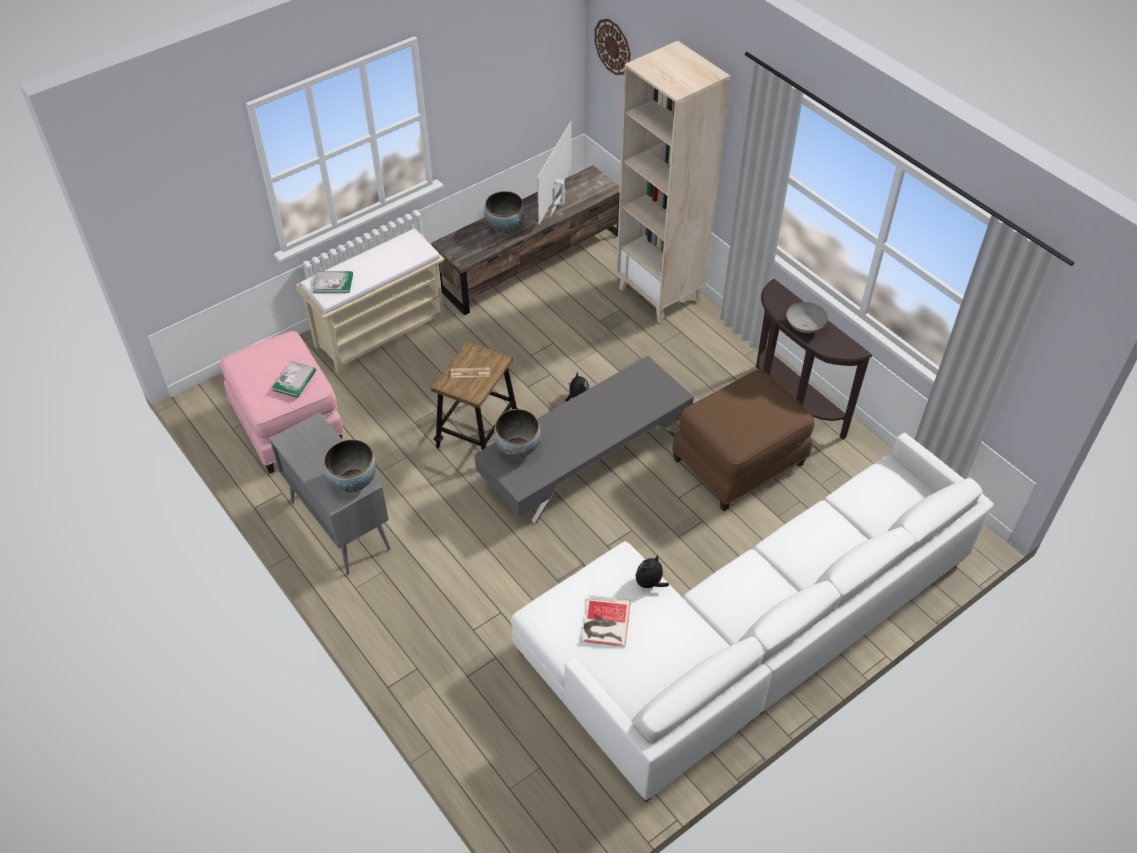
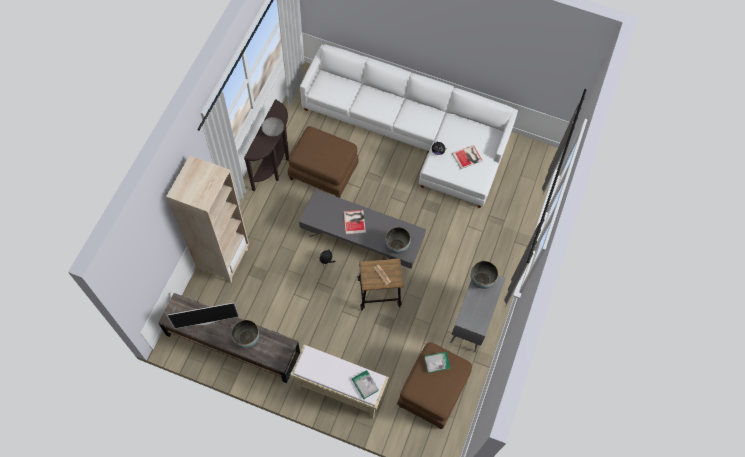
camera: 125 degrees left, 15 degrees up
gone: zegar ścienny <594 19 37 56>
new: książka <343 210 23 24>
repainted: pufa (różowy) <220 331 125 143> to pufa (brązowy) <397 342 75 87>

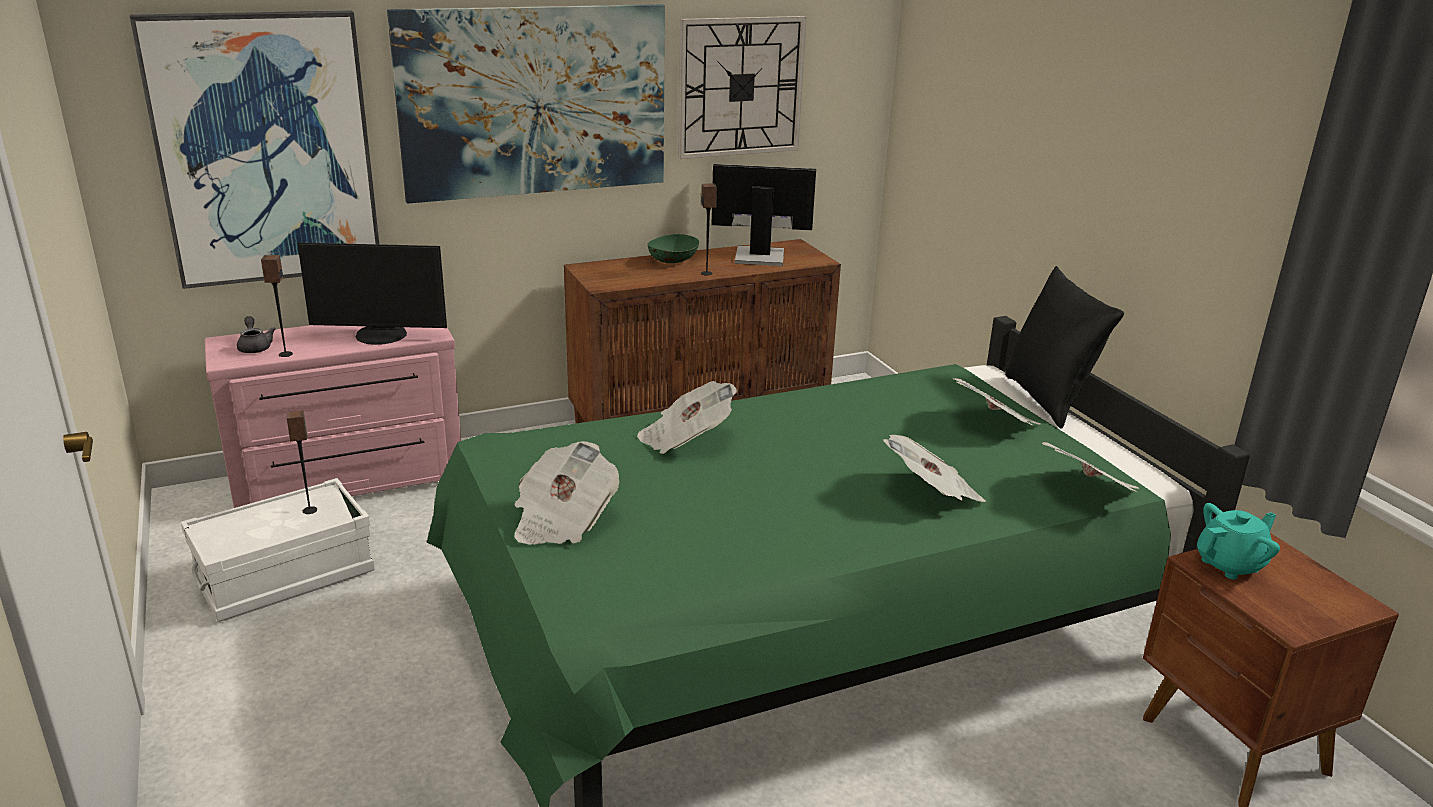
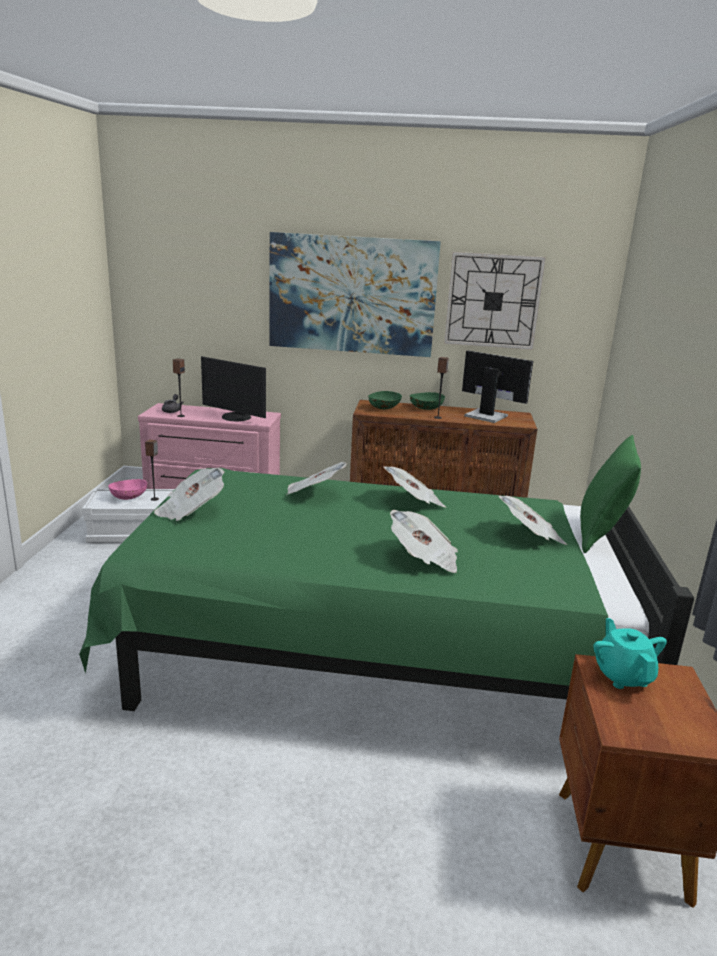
camera: 30 degrees right, 5 degrees down
gone: obraz <130 10 249 279>
new: miska (zielony) <368 391 34 18>; miska (różowy) <108 479 39 21>
shifted: gazeta <1042 442 97 50> to <383 466 63 41>
repainted: poduszka (czarny) <1005 266 119 163> to poduszka (zielony) <580 435 61 118>
rotated: imbryk (turkusowy) <1197 503 83 77> = <593 618 74 71> 105 degrees counterclockwise

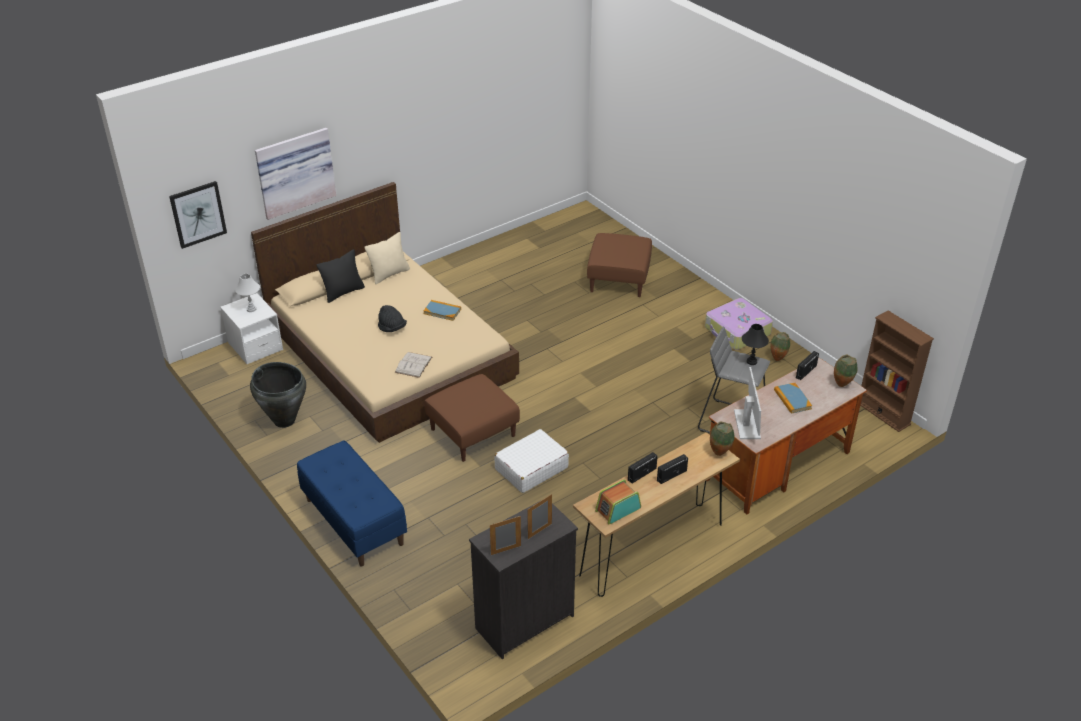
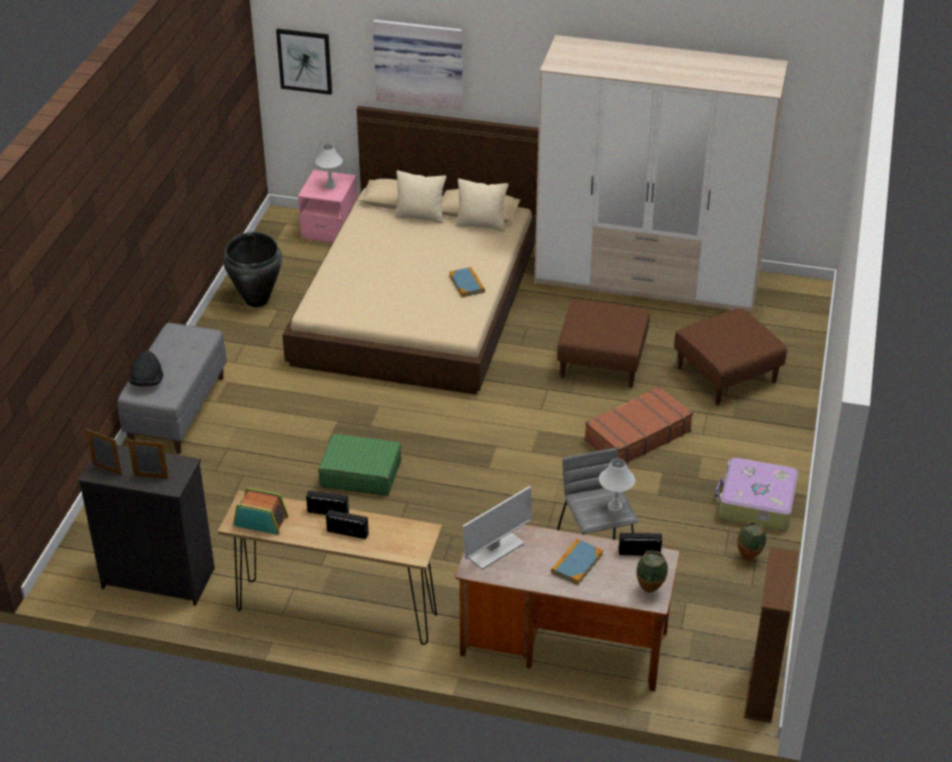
camera: 50 degrees right, 0 degrees up
gone: książka (biały) <395 352 37 26>; wazon <710 421 24 35>
new: szafa <534 35 254 279>; walizka (brązowy) <585 386 108 78>
shifted: kapelusz (czarny) <378 305 29 27> to <129 351 34 36>; pufa (brązowy) <424 374 96 88> to <557 300 93 88>
repainted: poduszka (czarny) <316 249 49 54> to poduszka (beżowy) <394 170 52 53>; szafka nocna (biały) <220 293 63 71> to szafka nocna (różowy) <298 170 59 73>; lampa stołowa (czarny) <742 324 27 41> to lampa stołowa (biały) <599 459 36 54>; walizka (biały) <494 429 75 64> to walizka (zielony) <318 434 83 62>; ławka (niebieski) <297 440 110 127> to ławka (szary) <118 323 109 131>

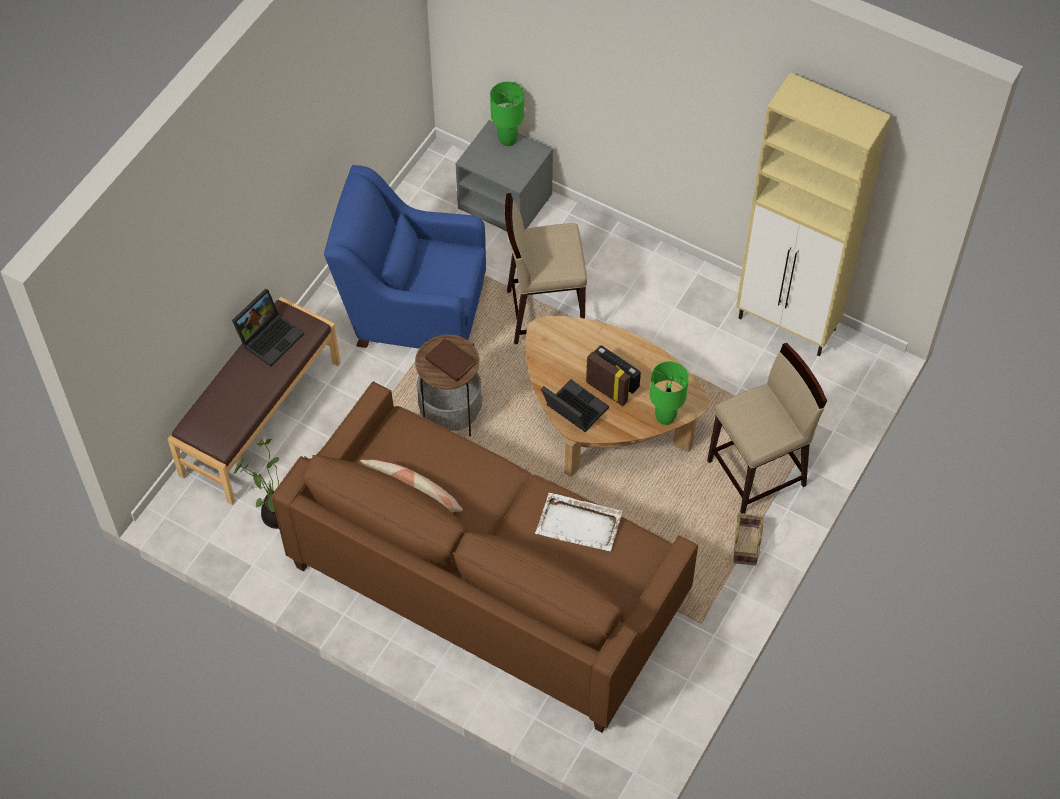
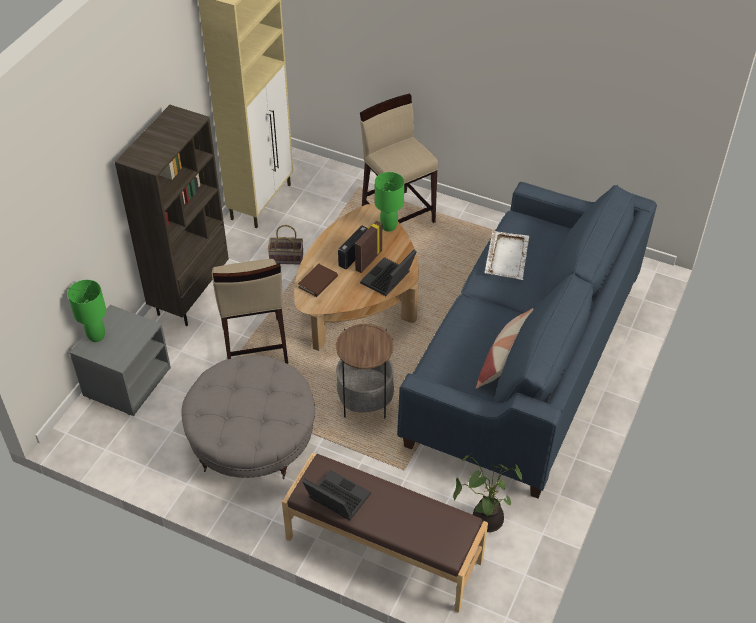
camera: 95 degrees left, 10 degrees down
new: regał (brązowy) <115 105 114 221>
shifted: książka (brązowy) <425 338 50 44> to <298 264 40 33>; koszyk <733 513 30 52> to <268 225 35 40>
swapped: fotel (niebieski) <324 165 162 184> to pufa (szary) <181 355 134 124>
repainted: kanapa (brązowy) <272 381 426 352> to kanapa (niebieski) <397 182 260 316>

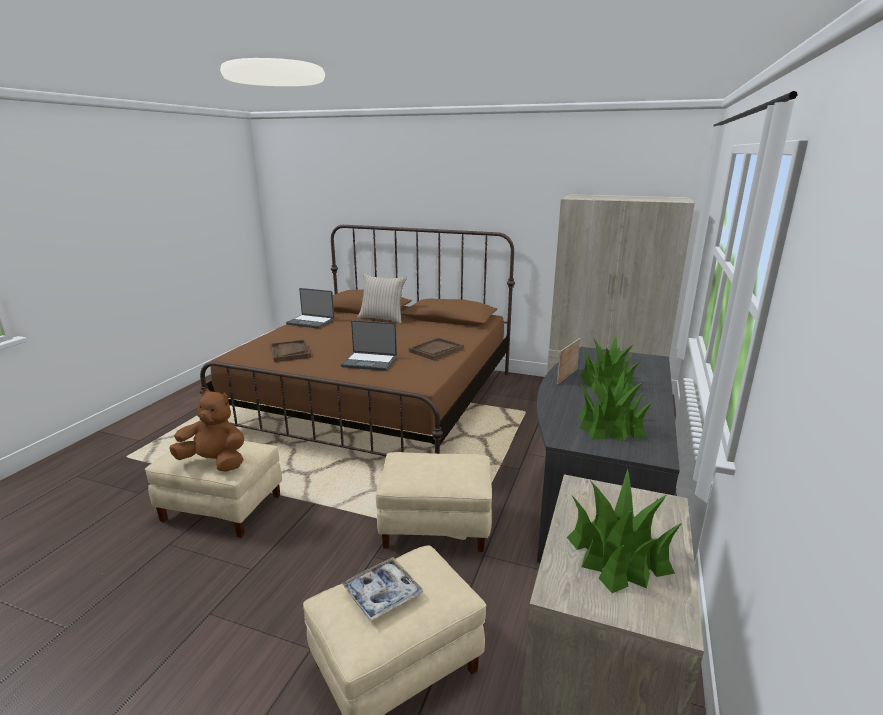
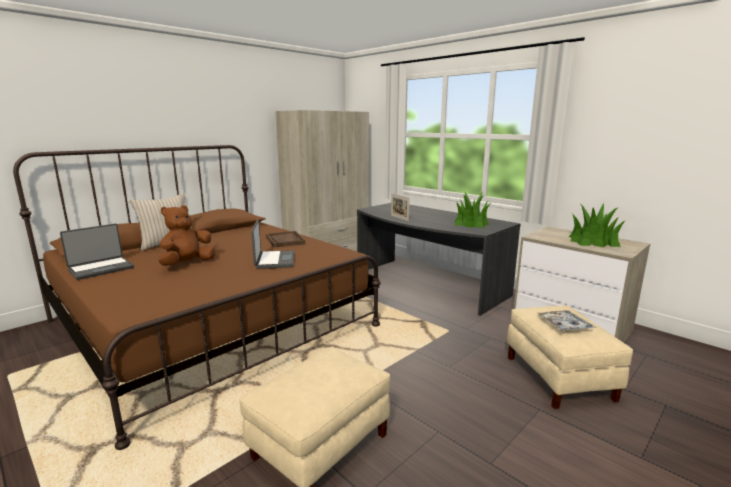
camera: 65 degrees left, 5 degrees down
gone: roślina doniczkowa <580 335 60 58>; taca (brązowy) <270 339 41 23>; pufa (beżowy) <376 452 116 100>
shifted: pluszak (brązowy) <169 389 75 83> to <159 205 56 61>
rotated: laptop <341 320 56 51> = <251 220 44 49> 45 degrees counterclockwise

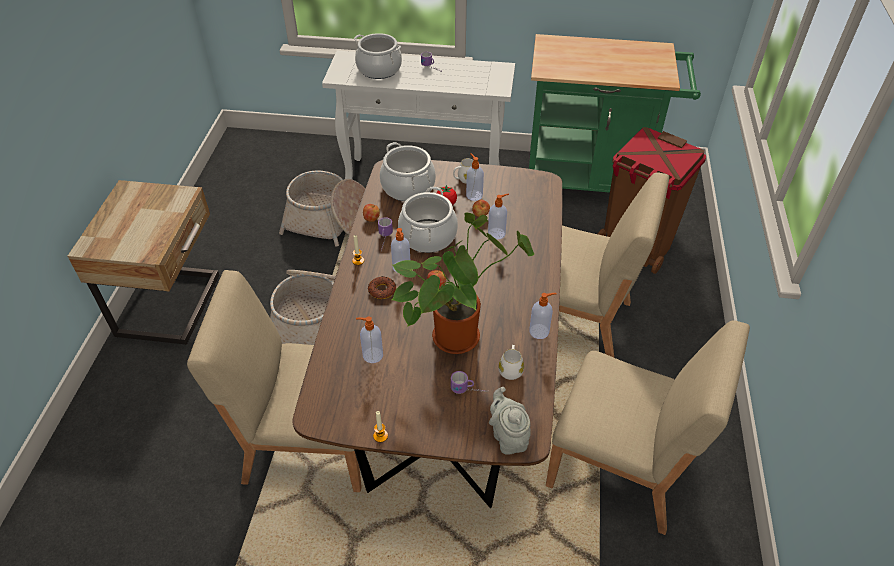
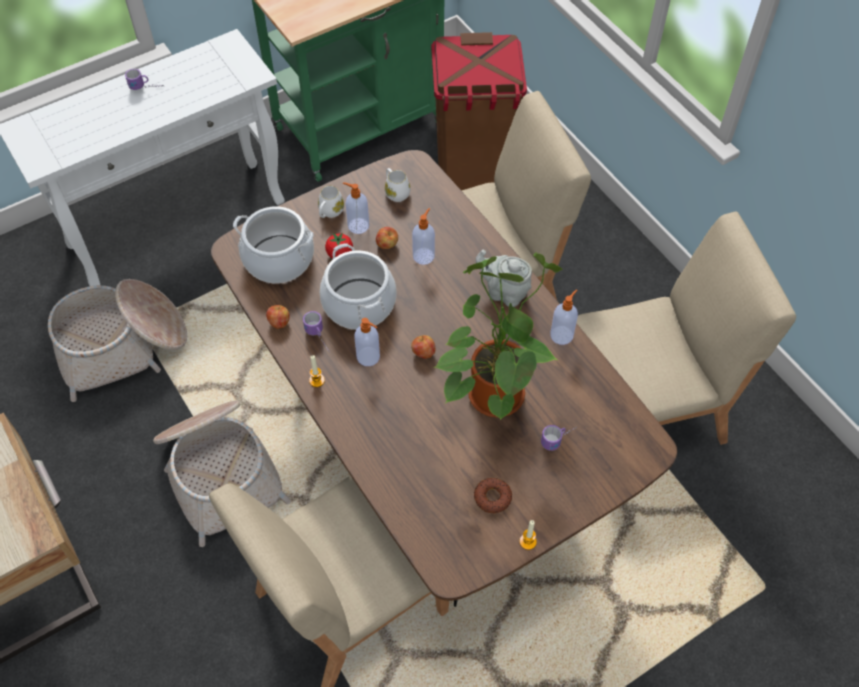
camera: 40 degrees left, 10 degrees up
gone: garnek <354 33 48 46>; dozownik mydła <356 317 27 46>
shifted: donut <368 276 28 23> to <474 478 38 35>; kubek (biały) <498 345 26 35> to <385 168 25 34>; imbryk (szary) <489 387 42 68> to <475 250 57 57>

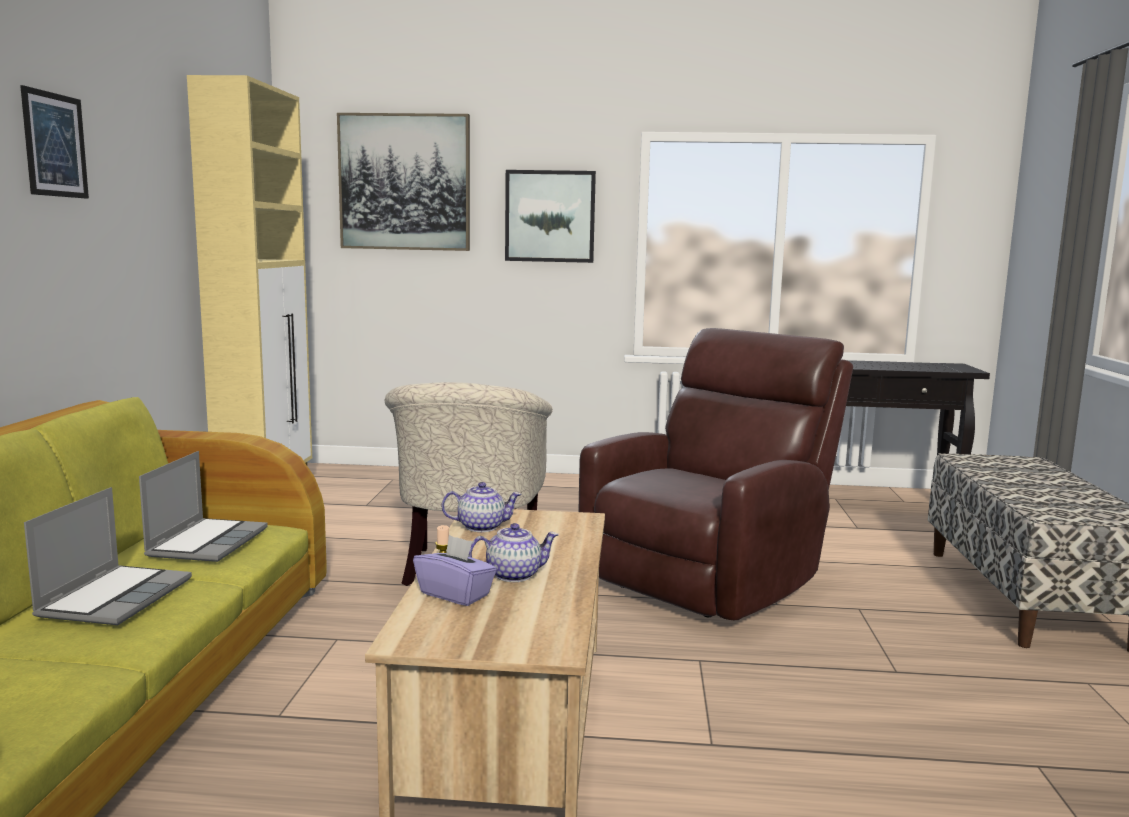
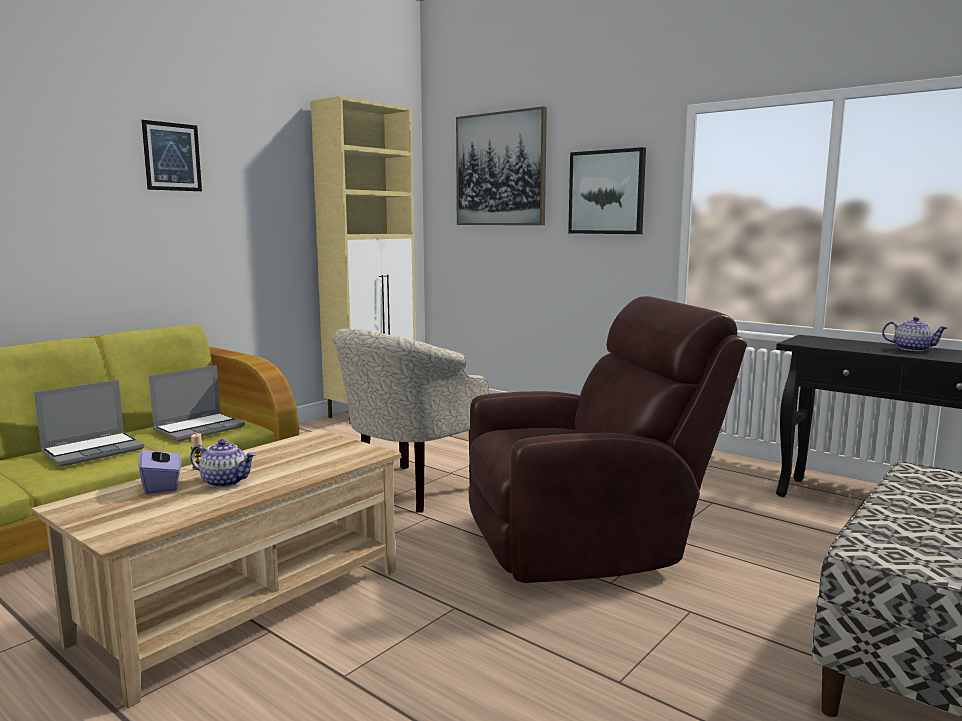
camera: 35 degrees right, 0 degrees up
shifted: imbryk <442 482 79 50> to <882 317 66 34>

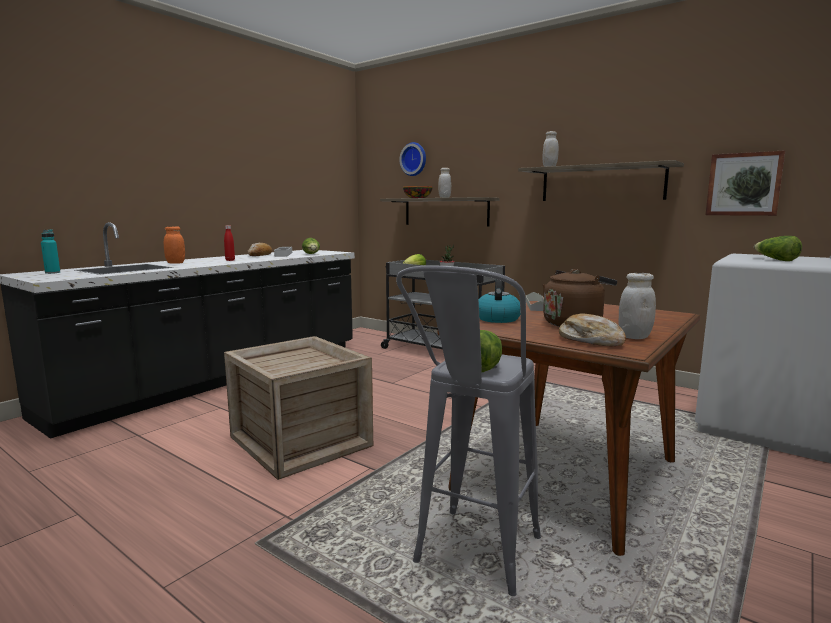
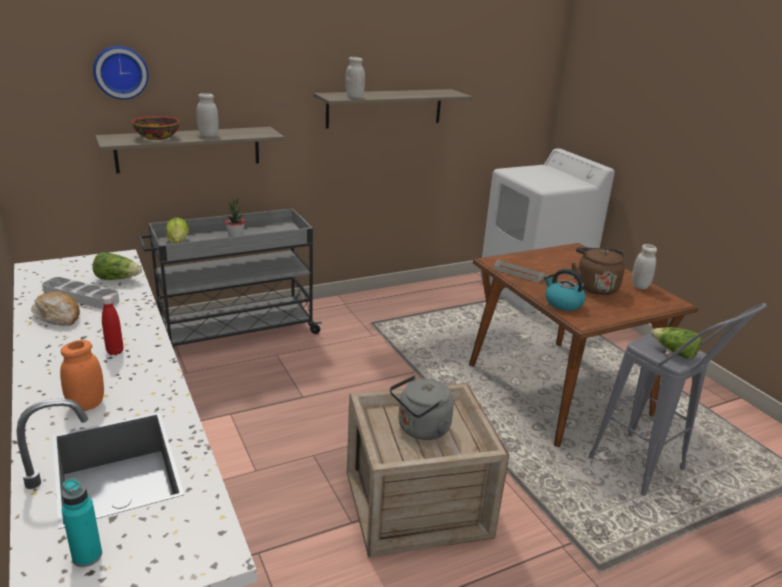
camera: 65 degrees left, 15 degrees up
gone: obraz <706 150 80 66>; sałata <754 236 48 25>; chleb <559 313 67 34>
new: czajnik (szary) <390 375 64 65>

